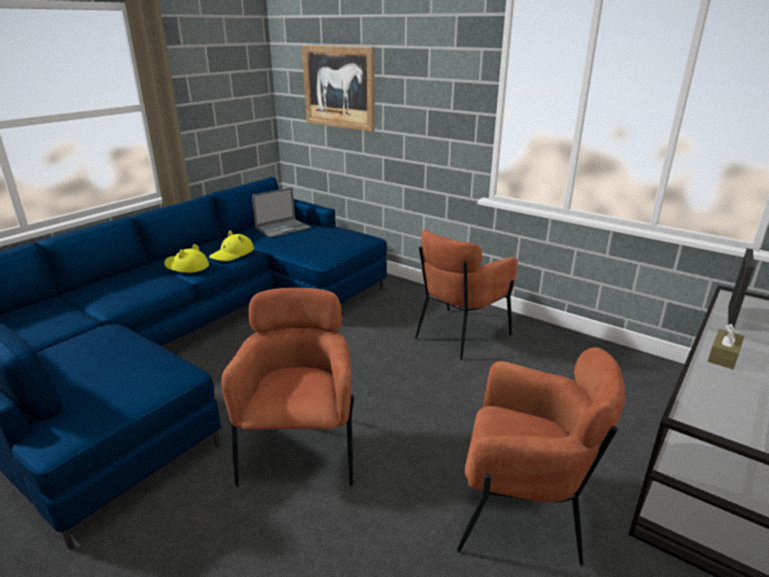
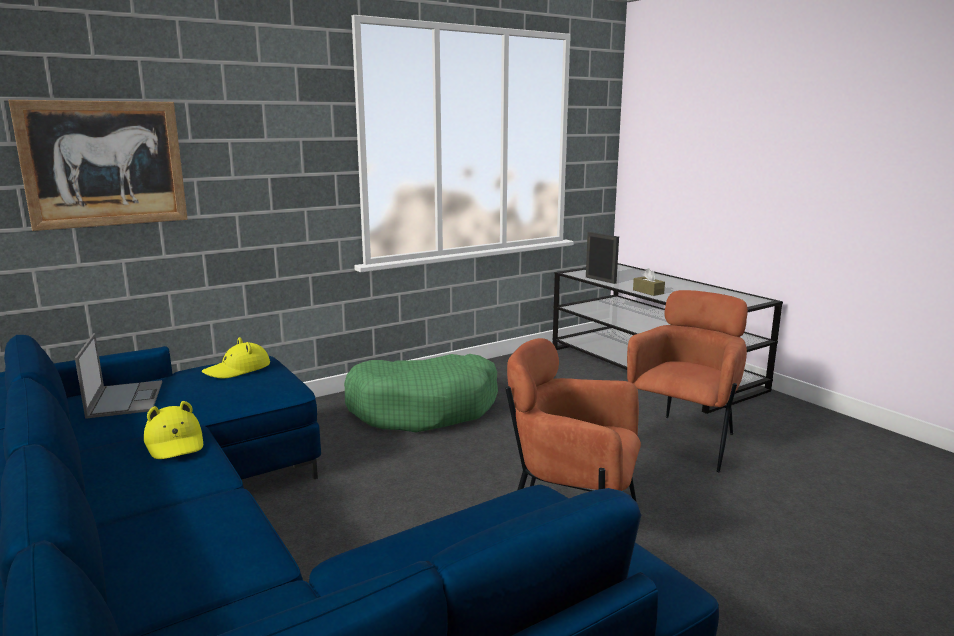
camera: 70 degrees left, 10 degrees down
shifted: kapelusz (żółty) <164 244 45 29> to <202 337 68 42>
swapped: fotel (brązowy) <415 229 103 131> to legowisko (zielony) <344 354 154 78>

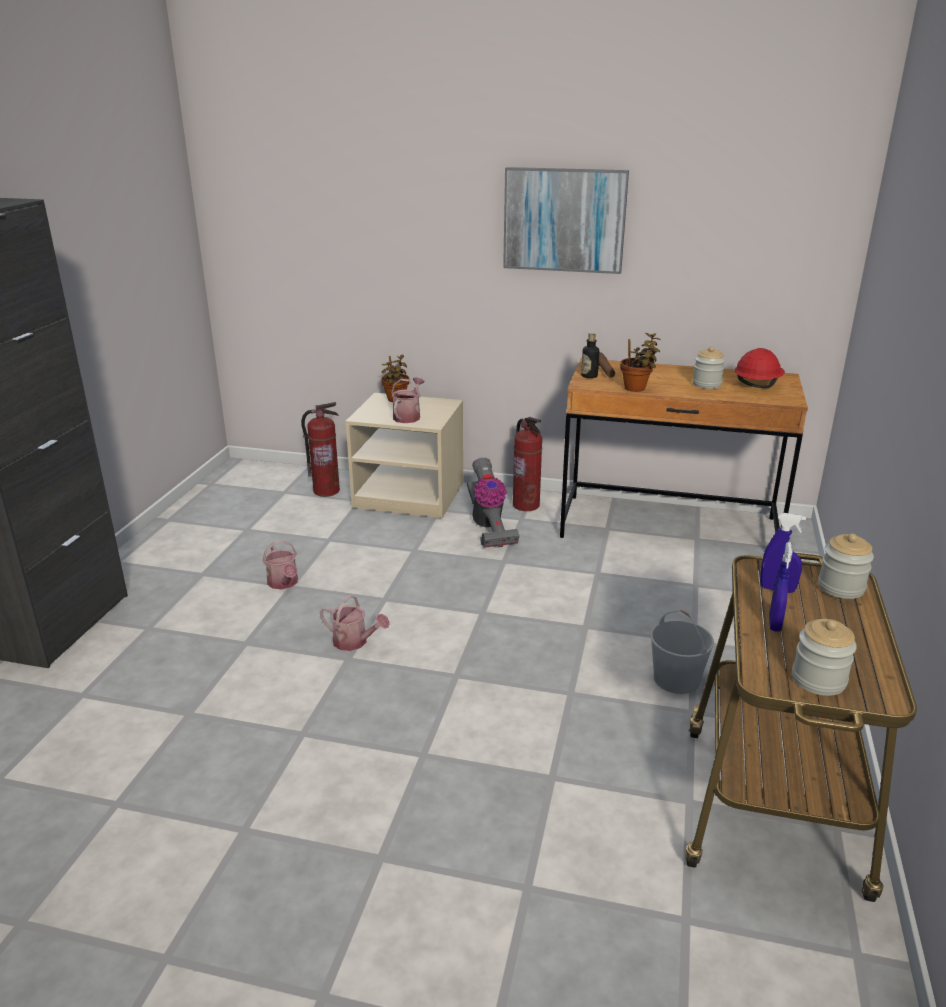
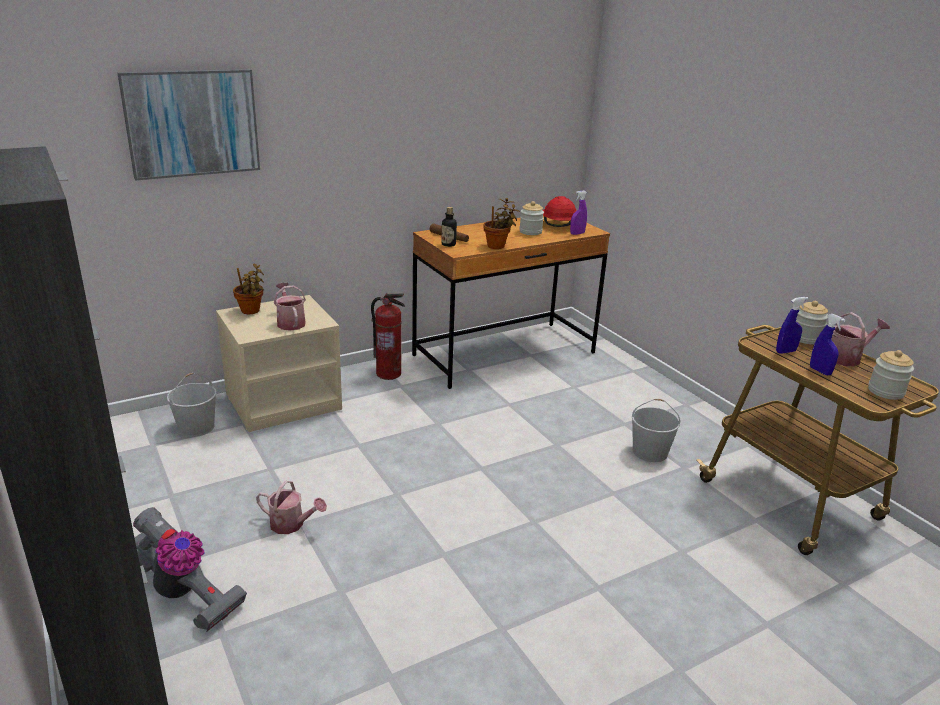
camera: 45 degrees left, 0 degrees up
new: spryskiwacz (fioletowy) <570 191 17 44>
shifted: obraz <503 167 126 107> to <117 69 143 111>; odkurzacz <467 458 52 90> to <133 507 114 125>; konewka <320 595 70 56> to <831 312 59 54>
swapped: gaśnica <301 402 39 95> to wiadro (biały) <167 373 50 64>

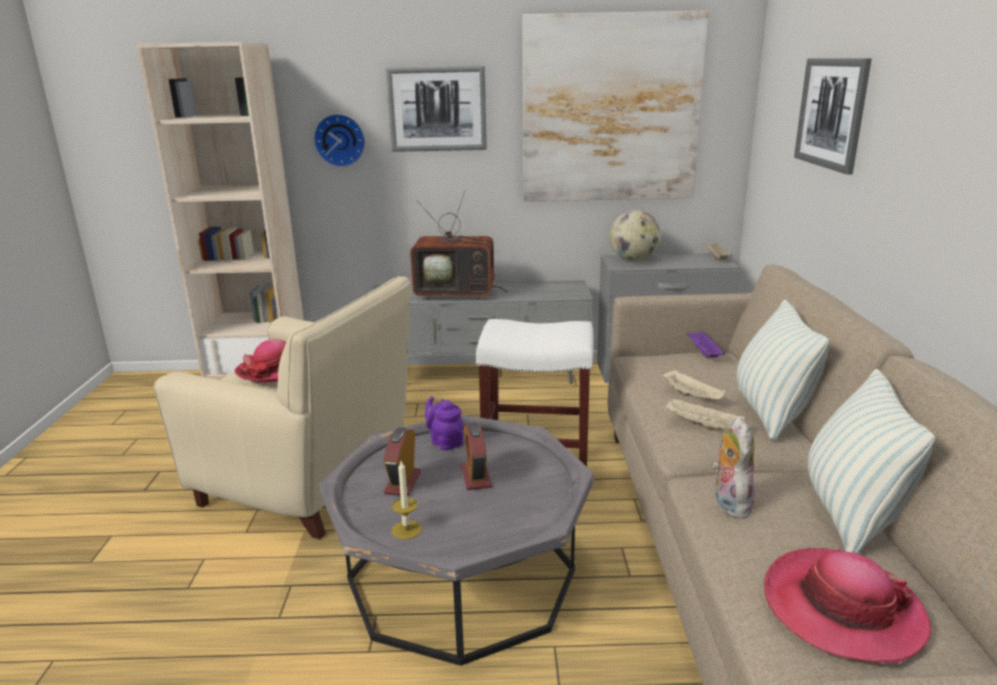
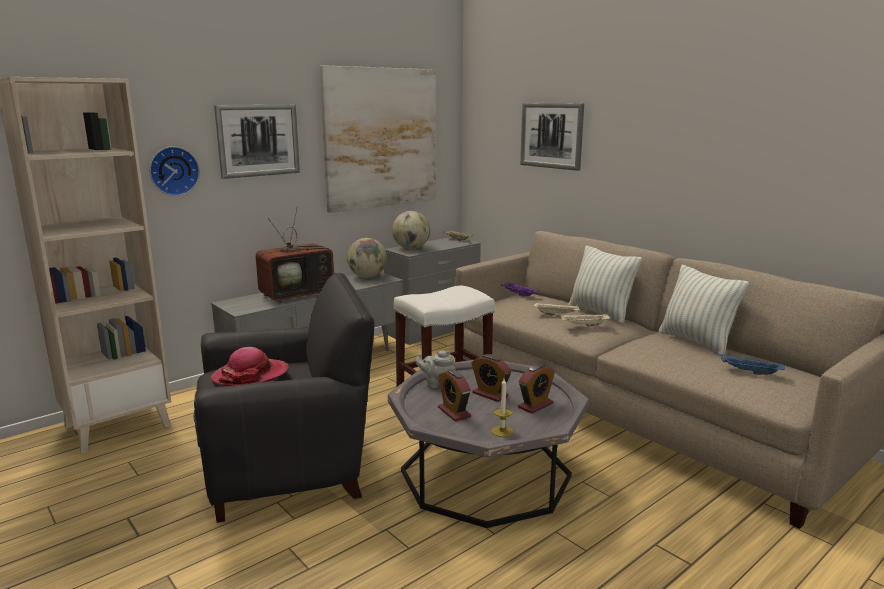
camera: 40 degrees left, 5 degrees down
gone: pluszak <712 417 43 102>
new: globus <347 238 40 40>; budzik <518 364 37 50>
swapped: kapelusz <764 548 168 117> to taca (niebieski) <721 354 64 21>
repainted: fotel (beżowy) <154 276 257 264> to fotel (czarny) <194 273 180 250>; imbryk (fioletowy) <425 396 38 55> to imbryk (szary) <415 350 40 39>

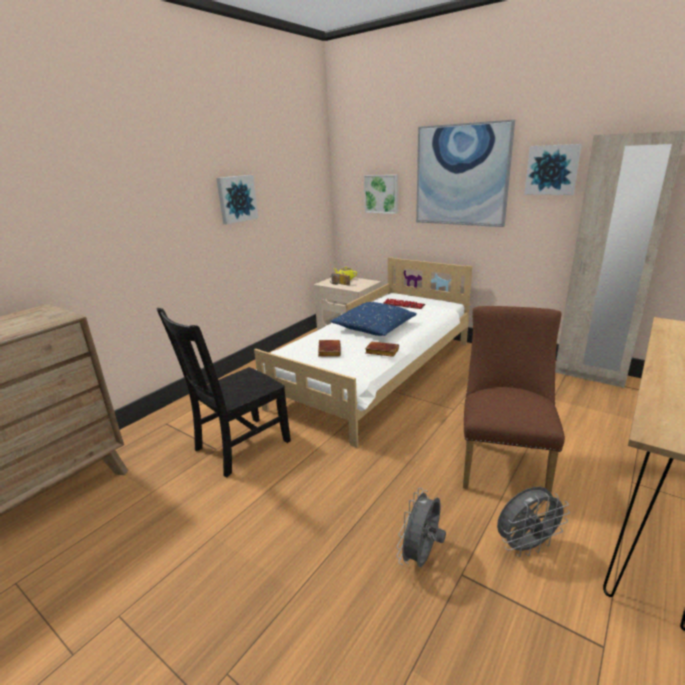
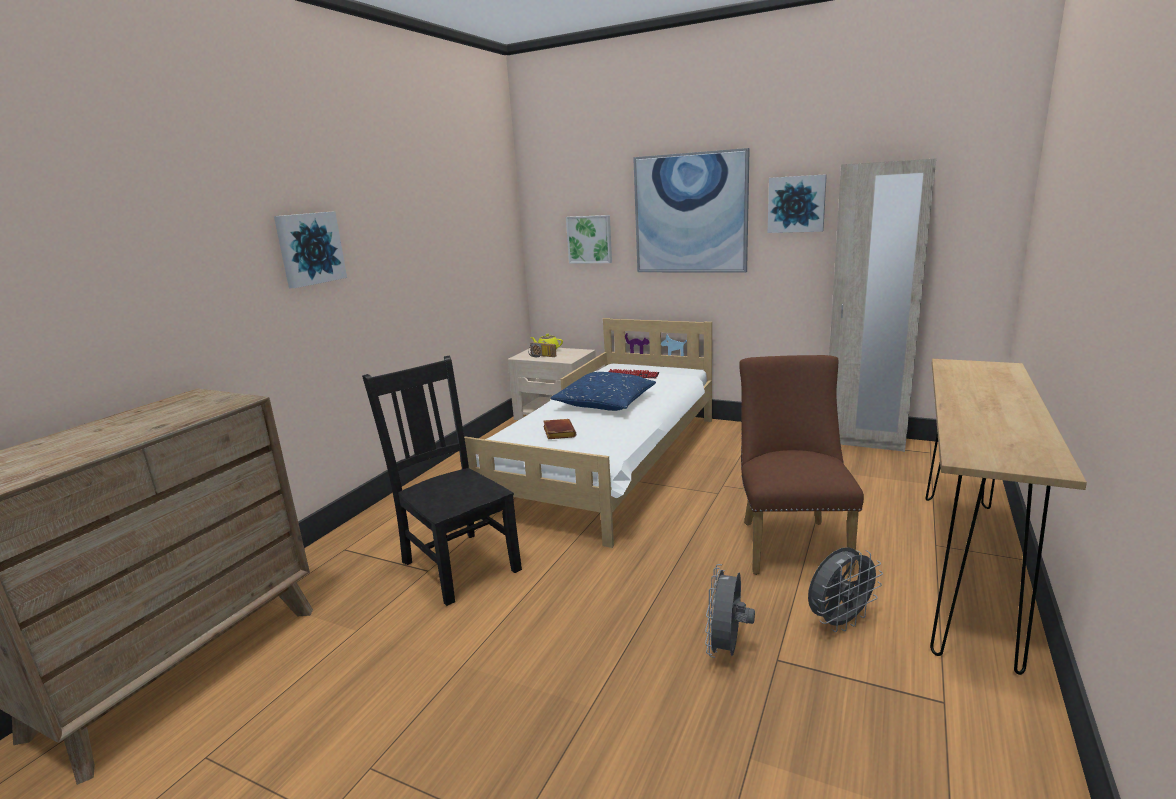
camera: 10 degrees left, 5 degrees down
gone: książka (brązowy) <365 342 34 15>
shifted: obraz <216 175 42 49> to <274 211 73 77>
rotated: krzesło (czarny) <156 308 135 169> = <362 356 160 250> 105 degrees clockwise

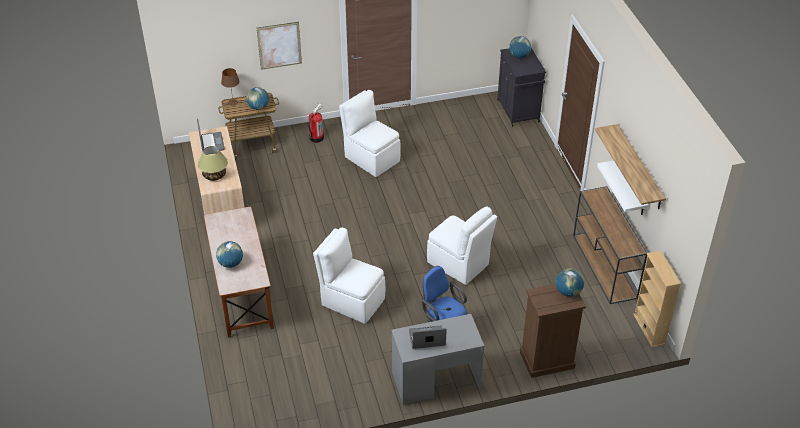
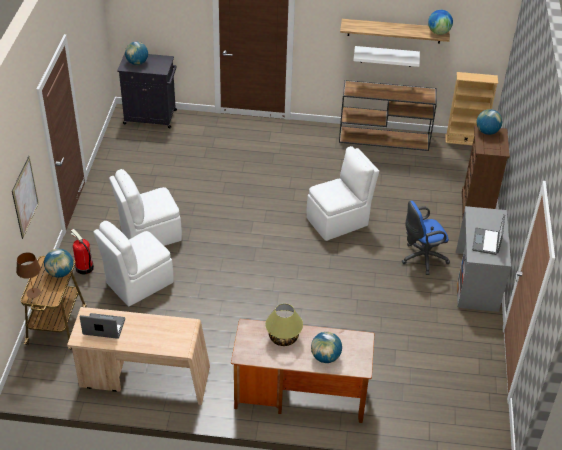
camera: 70 degrees left, 0 degrees up
new: globus <428 10 25 25>
shifted: lampa stołowa <198 146 30 35> to <265 304 38 42>; krzesło (biały) <313 227 72 97> to <93 221 80 85>

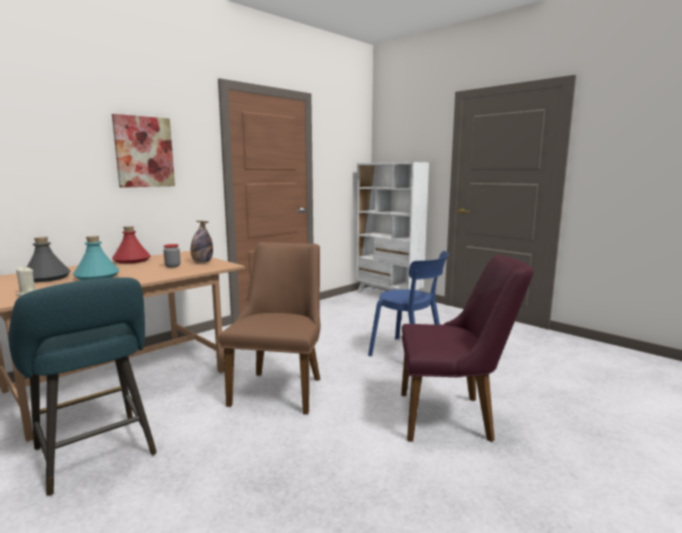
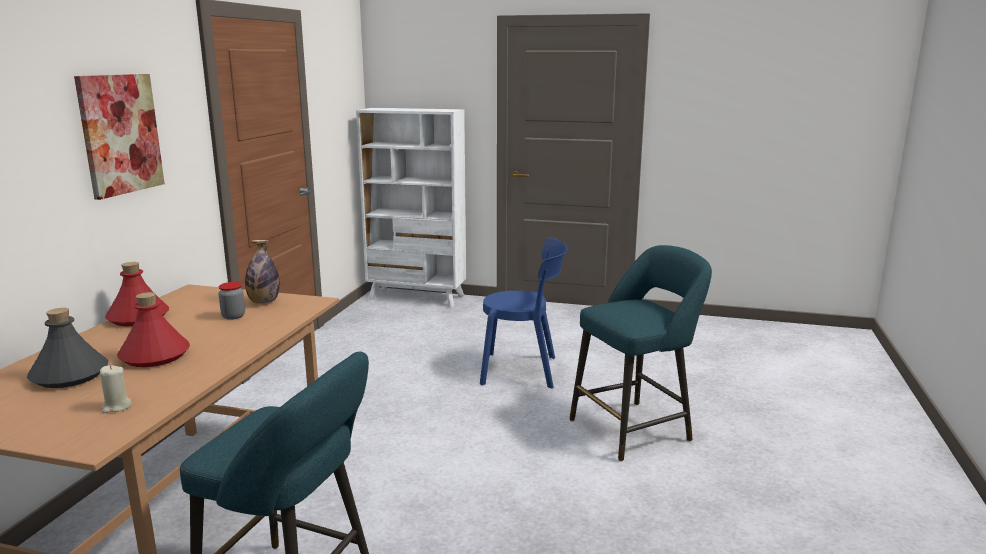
camera: 30 degrees left, 5 degrees up
gone: krzesło (brązowy) <219 242 101 172>
swapped: krzesło (fioletowy) <401 255 133 187> to stołek (turkusowy) <570 245 142 216>
repainted: butelka (turkusowy) <72 236 48 44> to butelka (czerwony) <117 292 73 75>

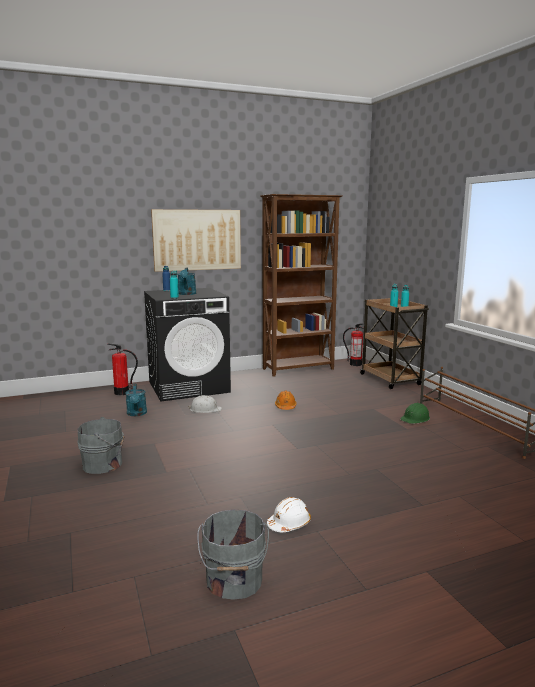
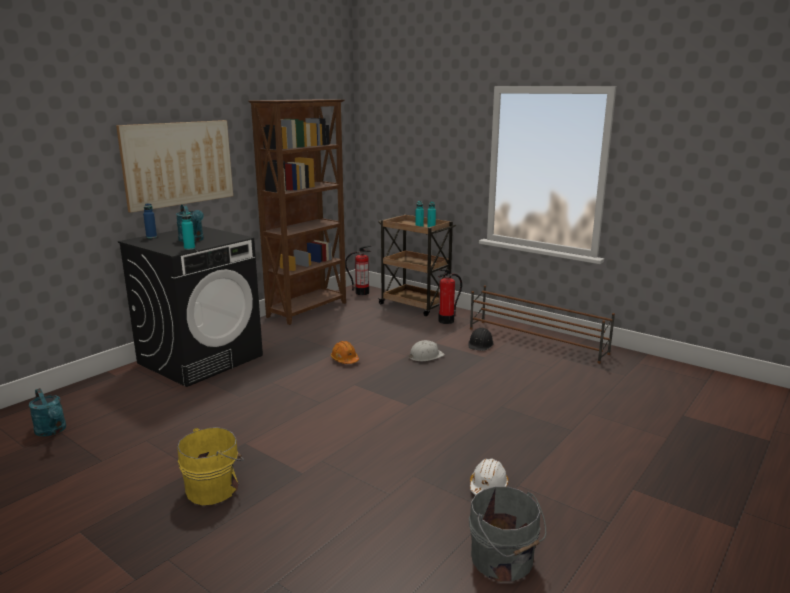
camera: 30 degrees left, 5 degrees up
shifted: gaśnica <107 344 31 51> to <438 269 24 55>; konewka (turkusowy) <125 383 22 33> to <29 388 37 48>; kask (biały) <188 395 34 18> to <408 340 37 21>
repainted: kask (zielony) <400 403 30 21> to kask (czarny) <468 328 26 23>; wiadro (szary) <78 417 46 57> to wiadro (żółty) <177 427 67 78>

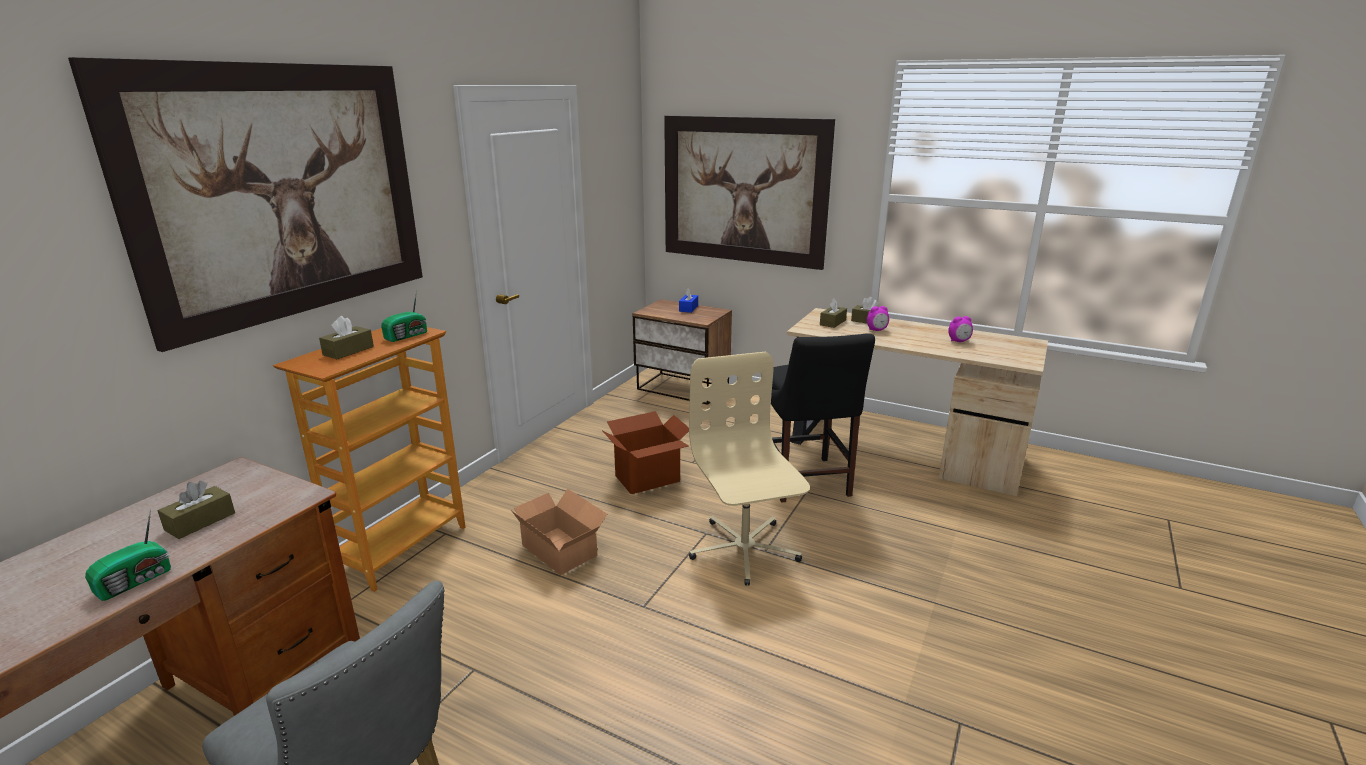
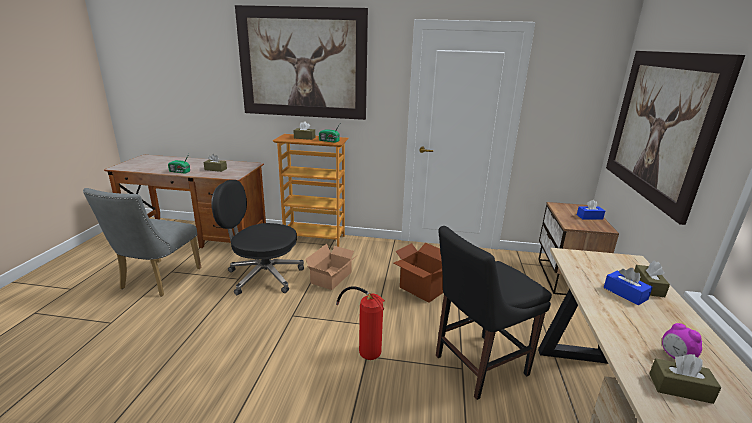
camera: 70 degrees right, 0 degrees up
new: krzesło biurowe (czarny) <211 180 93 115>
shifted: pudełko chusteczek (brązowy) <820 299 27 29> to <649 354 72 50>
swapped: budzik <867 306 22 25> to pudełko chusteczek (niebieski) <604 268 49 37>; krzesło biurowe (beżowy) <689 352 121 234> to gaśnica <336 286 49 74>

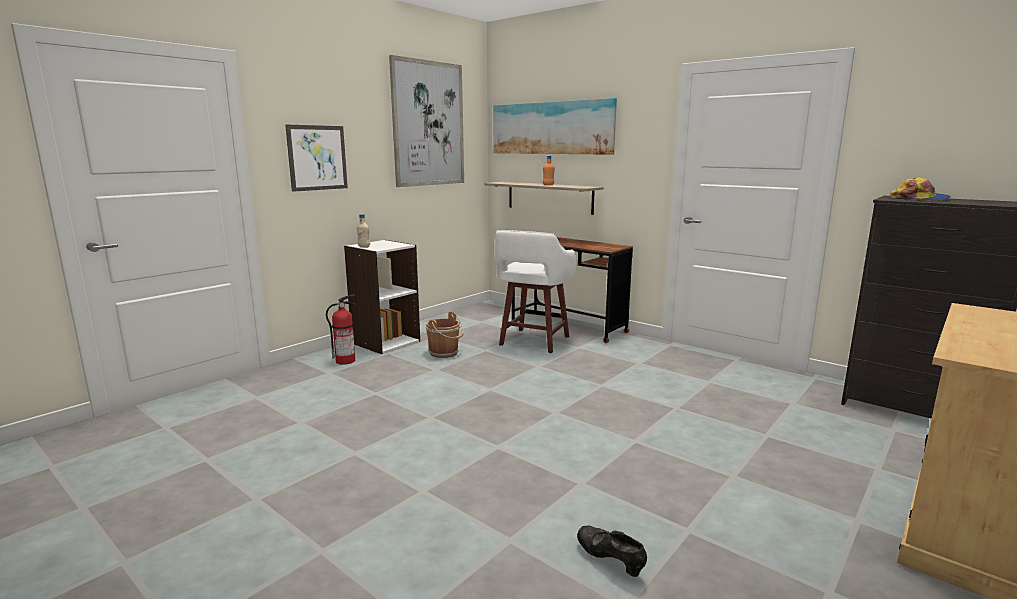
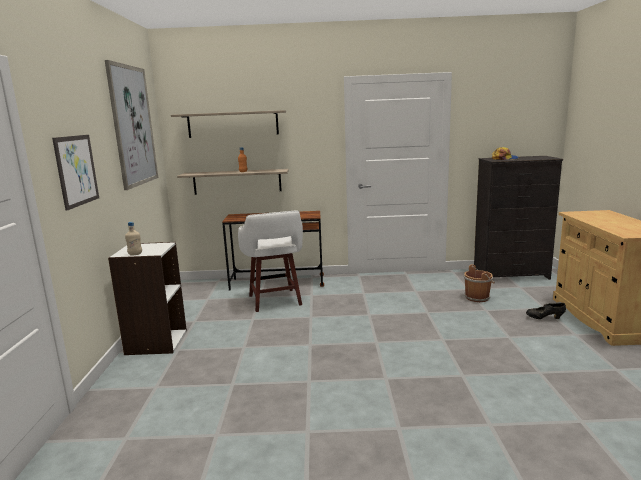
camera: 40 degrees left, 0 degrees up
gone: gaśnica <326 294 30 71>
shifted: wiadro (brązowy) <426 312 38 46> to <463 264 32 38>; but (czarny) <577 525 70 52> to <526 303 40 16>
swapped: obraz <493 98 124 57> to półka <171 110 115 28>

